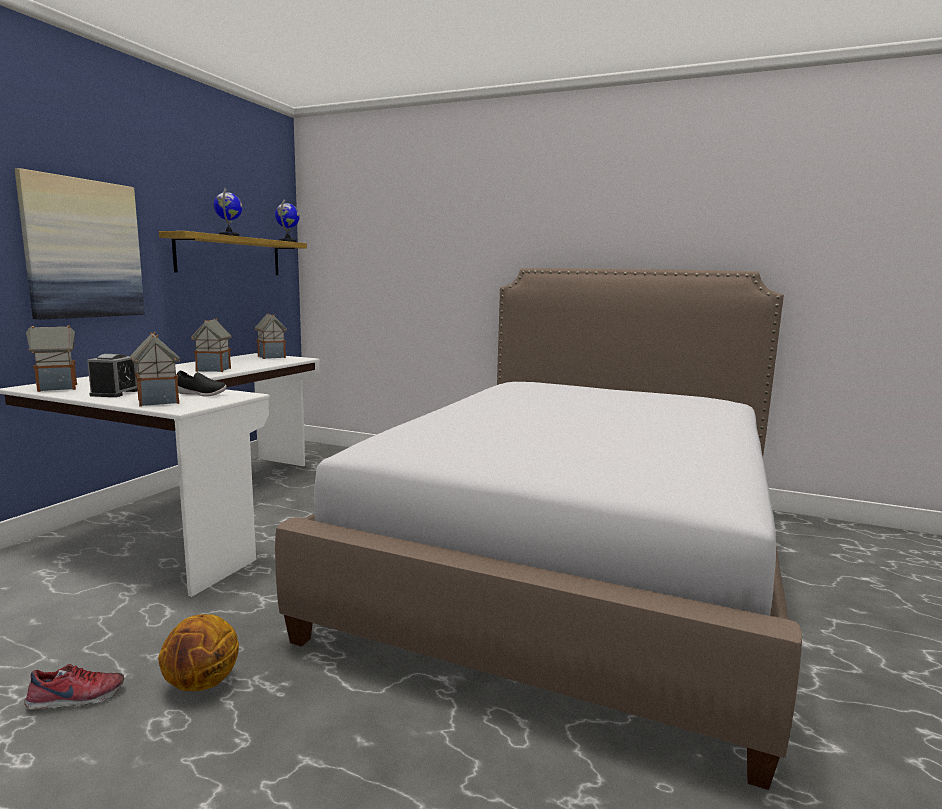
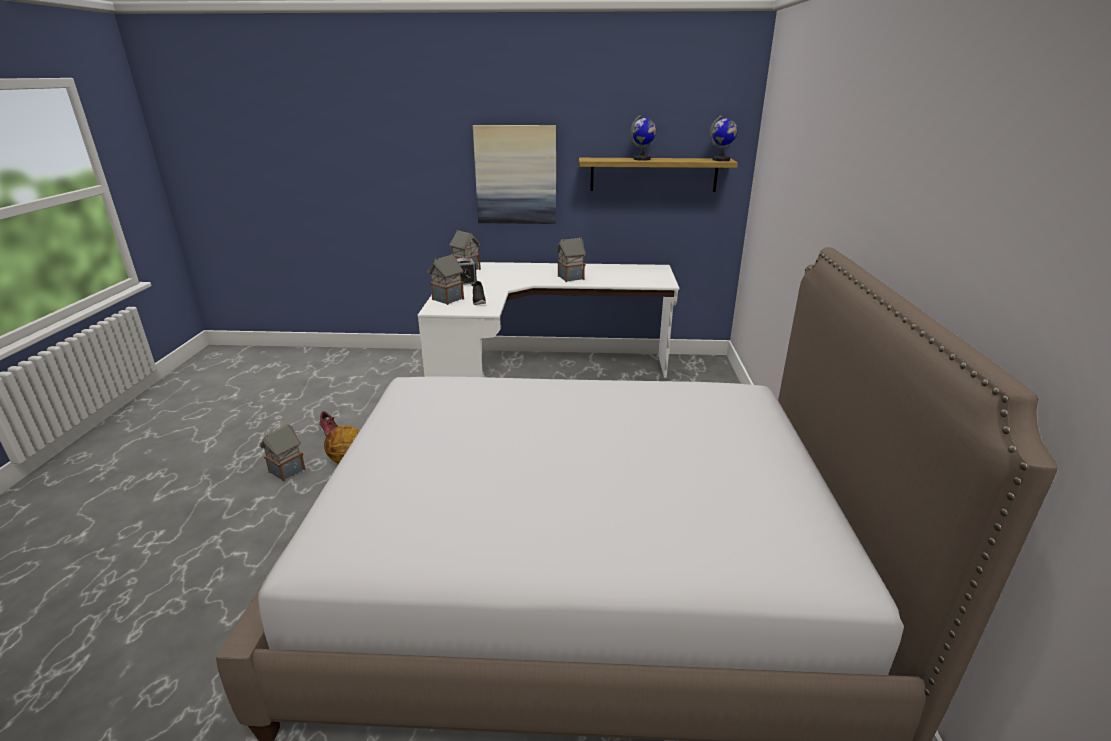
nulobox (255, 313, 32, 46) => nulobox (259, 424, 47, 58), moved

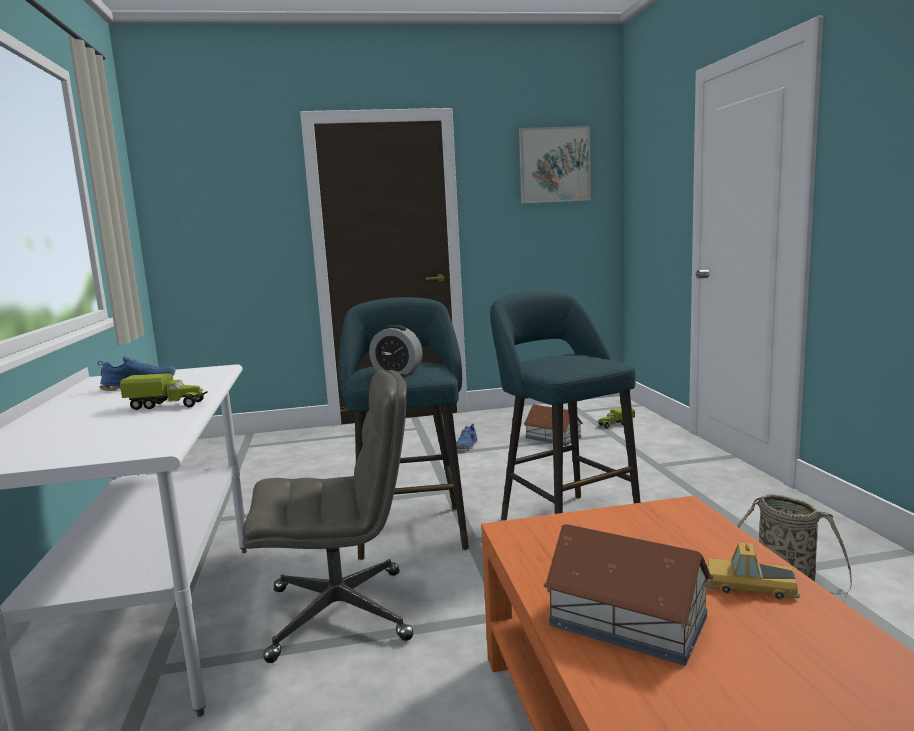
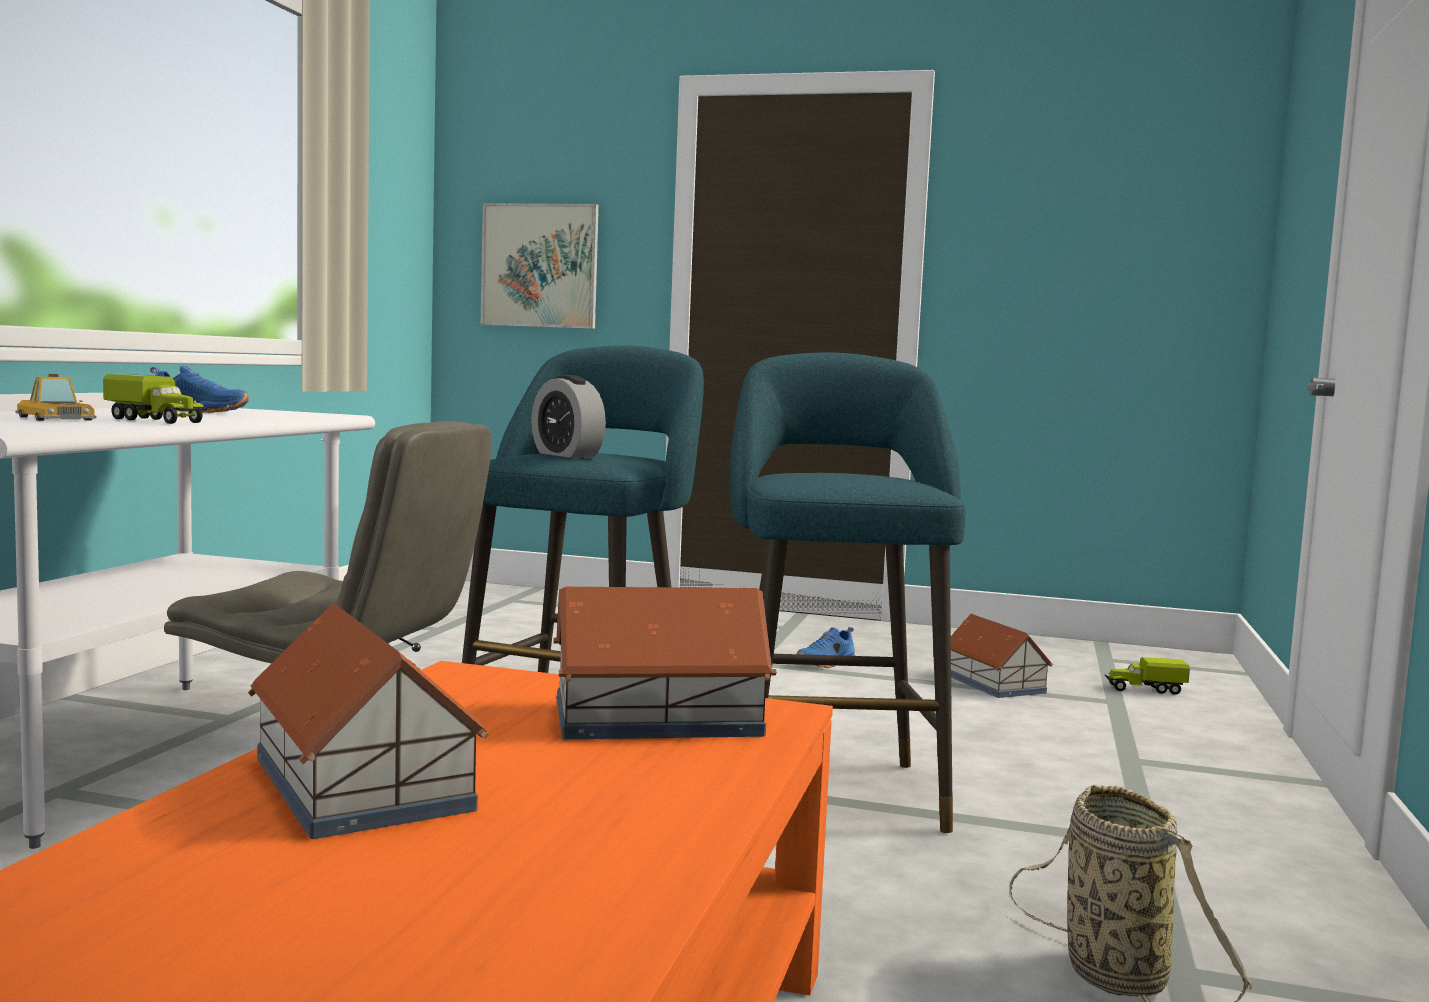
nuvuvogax (706, 543, 94, 56) => nuvuvogax (15, 373, 82, 48), moved
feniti (519, 126, 72, 78) => feniti (481, 203, 118, 126), moved
nothing => nulobox (554, 587, 223, 152)

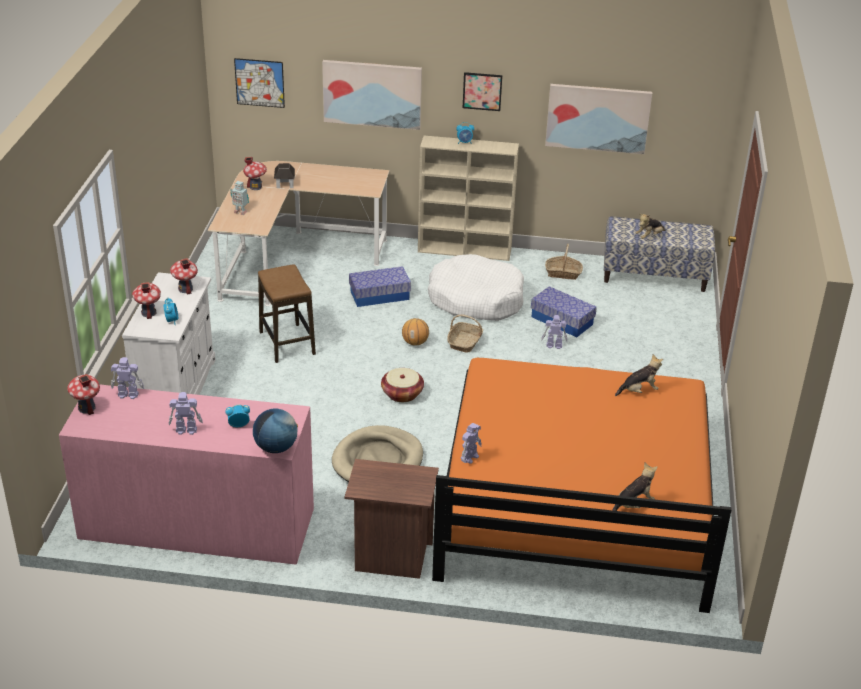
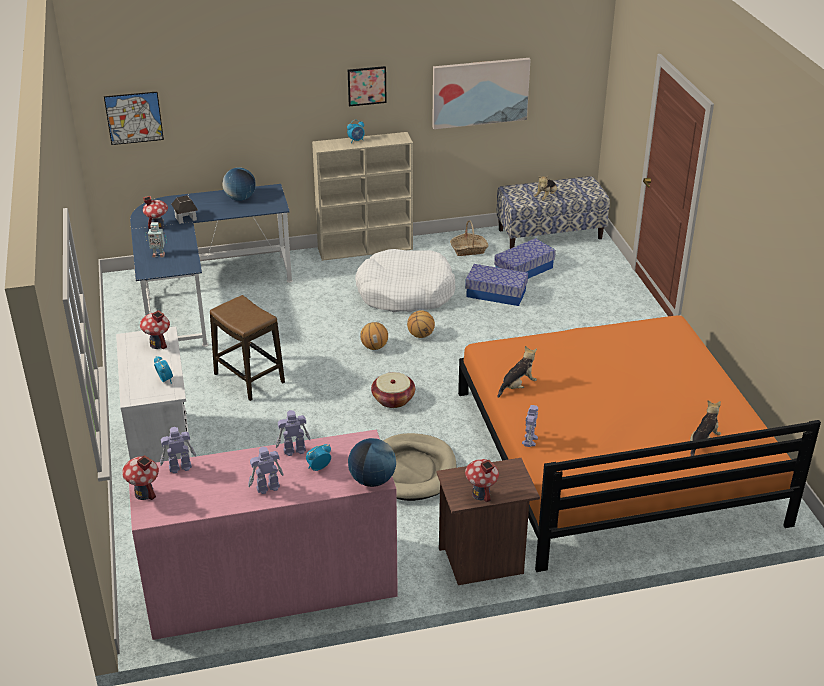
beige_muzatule (208, 161, 182, 145) => blue_muzatule (130, 184, 163, 163)
nothing => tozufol (223, 167, 33, 34)
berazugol (541, 315, 26, 34) => berazugol (276, 410, 35, 46), moved
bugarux (447, 314, 36, 39) => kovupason (407, 310, 28, 28)
nulobox (132, 282, 29, 37) => nulobox (465, 459, 34, 44), moved
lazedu (349, 266, 62, 41) => lazedu (494, 238, 62, 41), moved
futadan (615, 354, 48, 42) => futadan (498, 346, 39, 52), moved
feniti (322, 60, 100, 70) => nothing

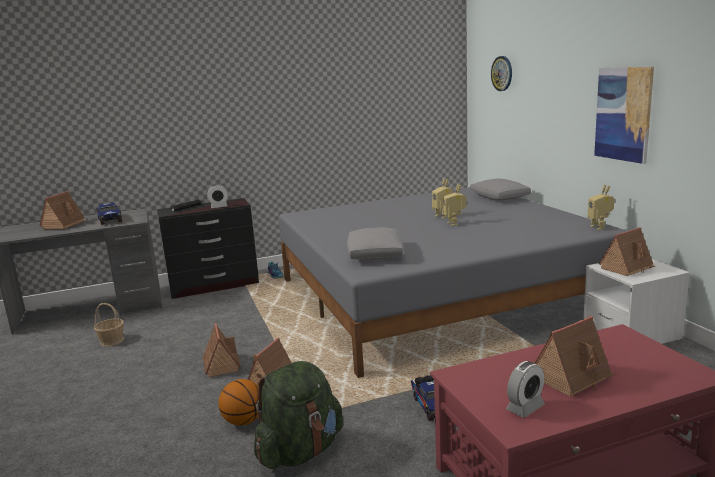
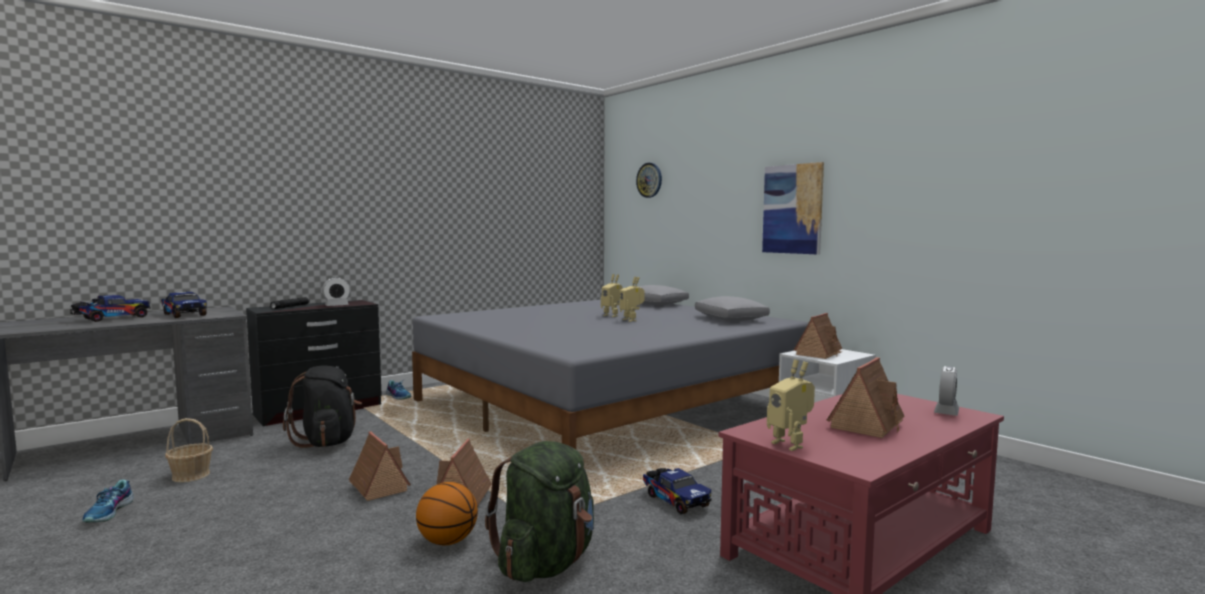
nulobox (40, 191, 48, 38) => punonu (70, 295, 81, 27)
nothing => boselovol (82, 479, 52, 43)
nothing => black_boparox (283, 365, 79, 83)
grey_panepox (347, 227, 56, 33) => grey_panepox (695, 296, 75, 25), moved
berazugol (587, 185, 27, 45) => berazugol (767, 359, 48, 92), moved
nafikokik (506, 361, 39, 57) => nafikokik (934, 366, 25, 50), moved

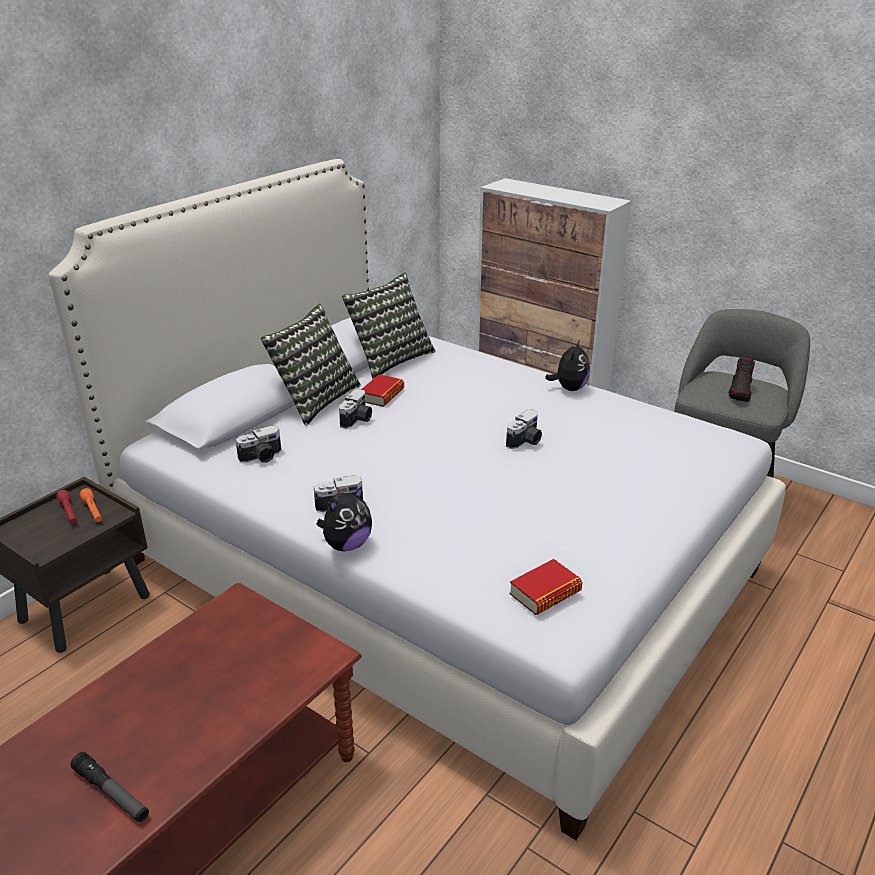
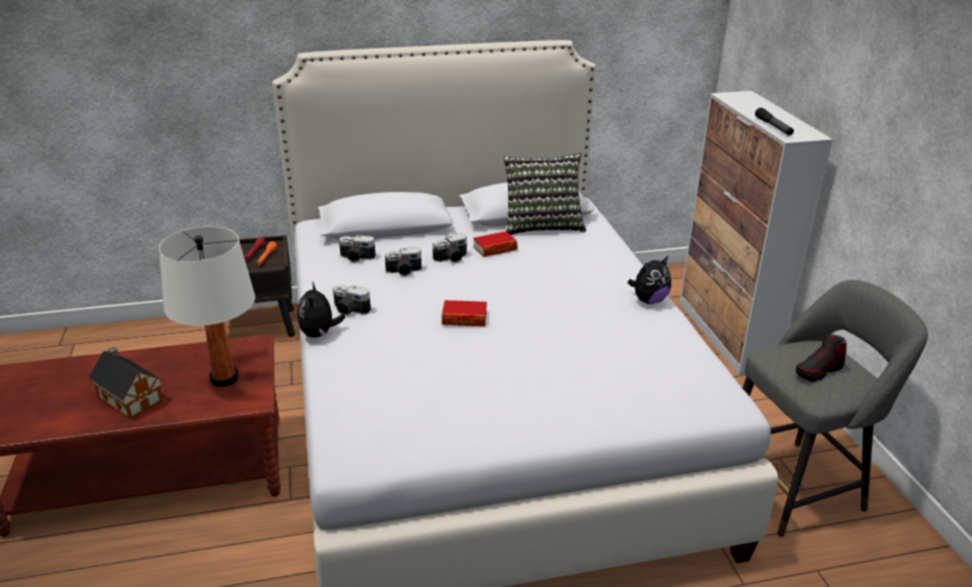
nothing => nulobox (88, 347, 75, 72)
nothing => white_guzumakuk (159, 227, 96, 160)
futadan (316, 486, 56, 65) => futadan (297, 281, 48, 57), 90 degrees clockwise
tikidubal (506, 409, 36, 40) => tikidubal (385, 247, 37, 29), moved
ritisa (509, 559, 73, 56) => ritisa (442, 300, 45, 26), moved
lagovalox (70, 752, 79, 70) => lagovalox (755, 108, 39, 28), moved
panepox (261, 304, 100, 122) => nothing

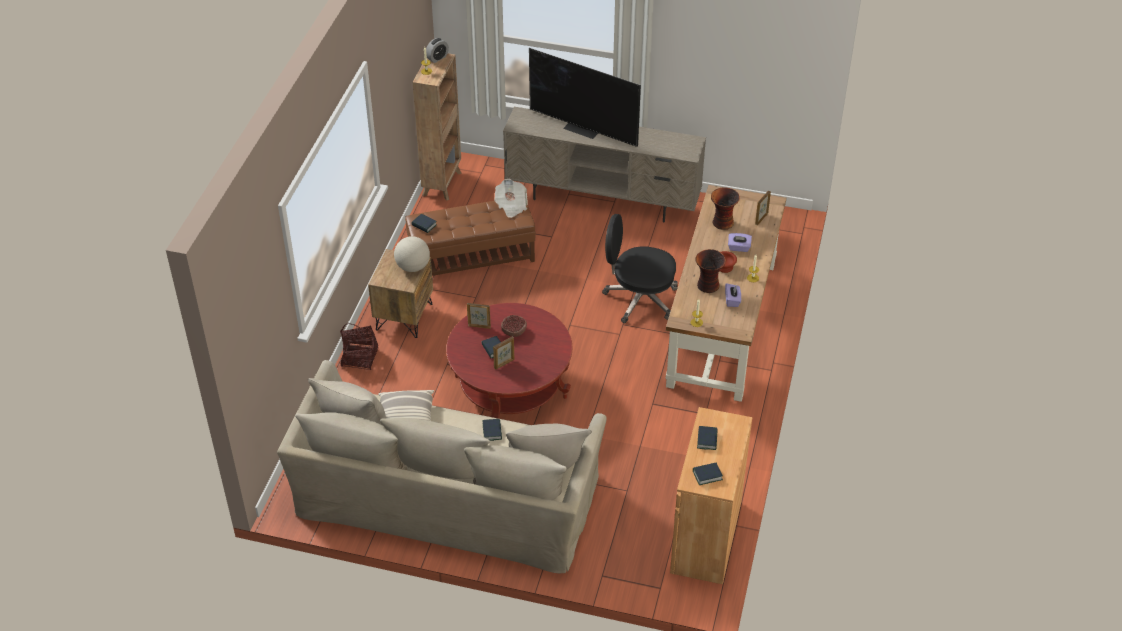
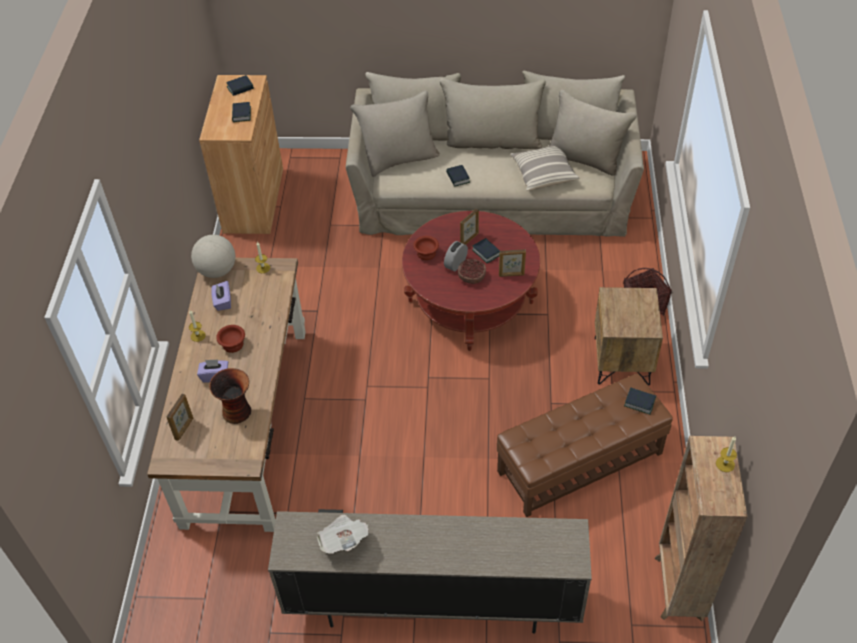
tozufol (394, 236, 36, 36) => tozufol (191, 235, 44, 43), moved
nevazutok (494, 179, 34, 39) => nevazutok (317, 515, 51, 39), moved
nothing => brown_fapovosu (413, 236, 26, 24)
nafikokik (426, 38, 23, 25) => nafikokik (444, 241, 24, 31), moved
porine (529, 48, 112, 99) => nothing
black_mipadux (602, 214, 76, 109) => nothing
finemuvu (695, 249, 31, 44) => nothing

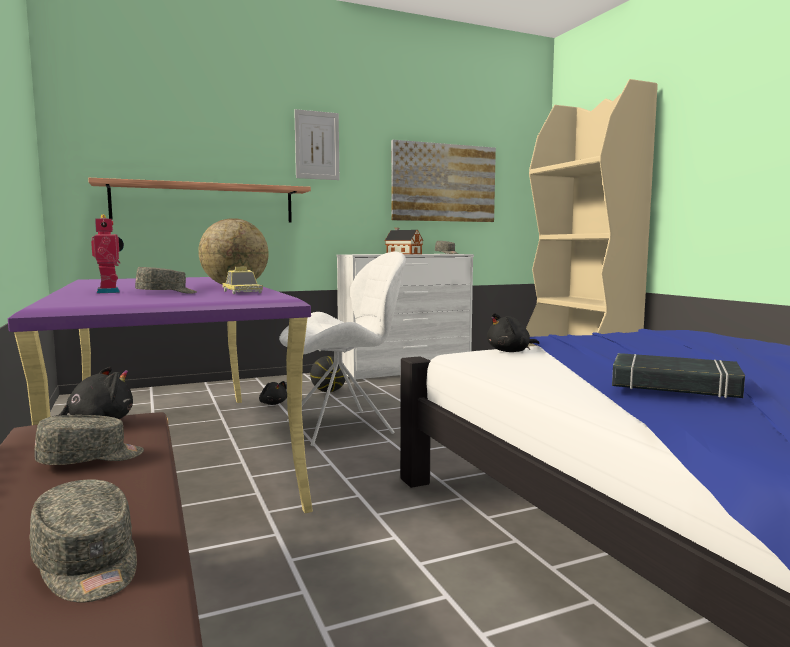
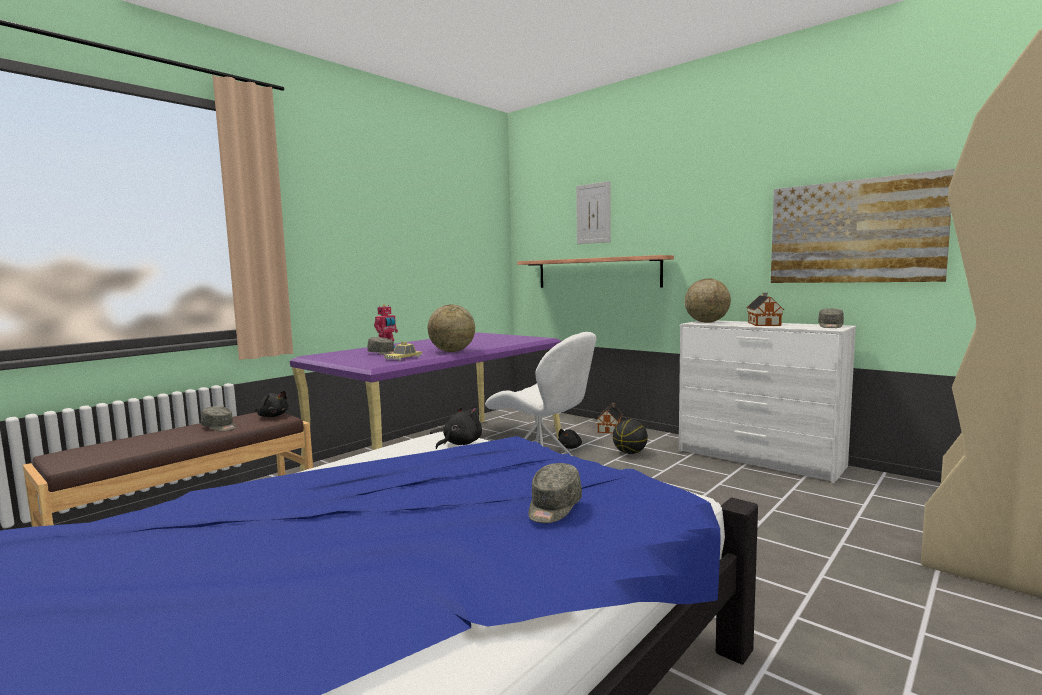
black_futadan (487, 313, 53, 39) => black_futadan (436, 406, 46, 43), 90 degrees clockwise
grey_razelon (29, 479, 108, 124) => grey_razelon (528, 463, 54, 60), moved
feniti (294, 109, 45, 71) => feniti (576, 181, 35, 63), moved
nothing => nulobox (597, 403, 25, 31)
nothing => tozufol (685, 279, 46, 44)
black_ritisa (612, 353, 133, 45) => nothing

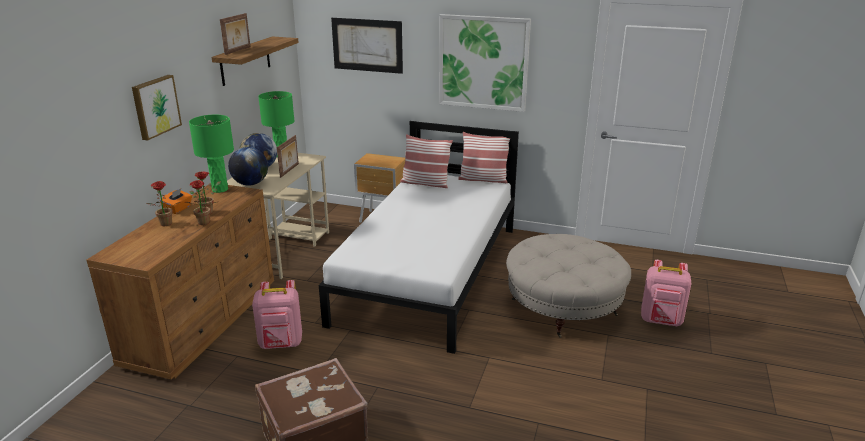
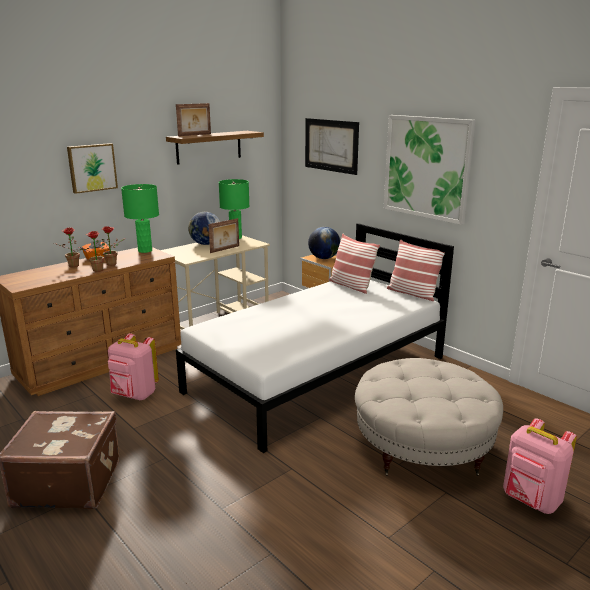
tozufol (228, 147, 40, 39) => tozufol (308, 227, 32, 32), moved

